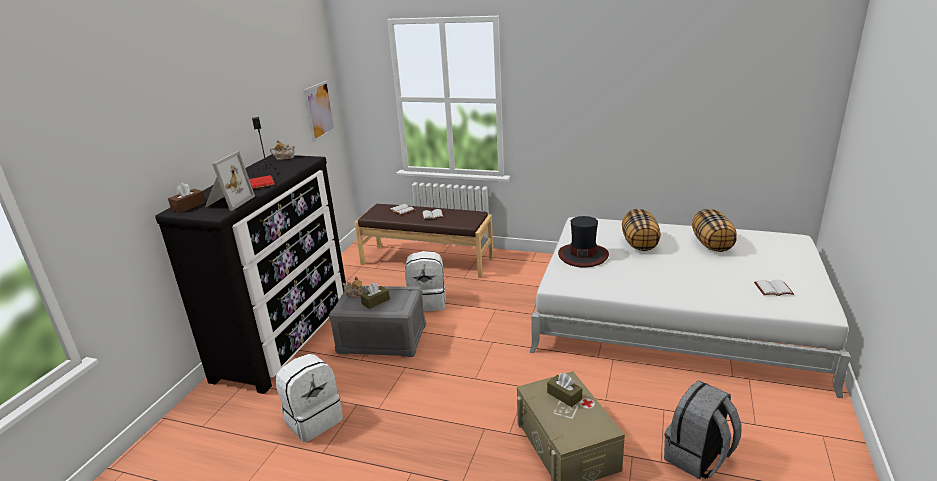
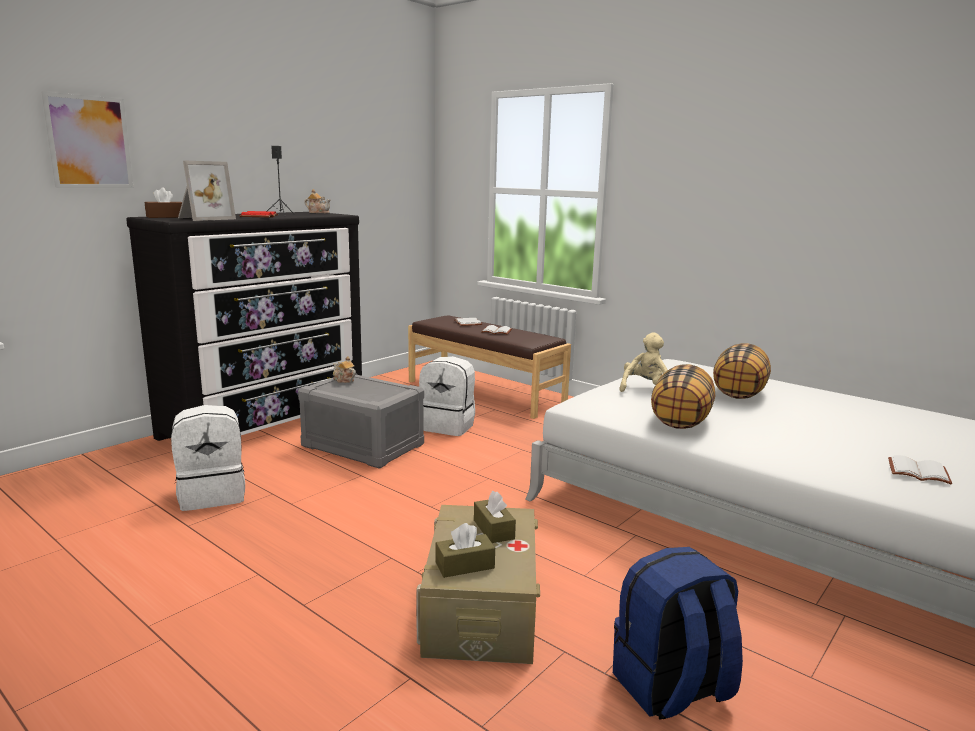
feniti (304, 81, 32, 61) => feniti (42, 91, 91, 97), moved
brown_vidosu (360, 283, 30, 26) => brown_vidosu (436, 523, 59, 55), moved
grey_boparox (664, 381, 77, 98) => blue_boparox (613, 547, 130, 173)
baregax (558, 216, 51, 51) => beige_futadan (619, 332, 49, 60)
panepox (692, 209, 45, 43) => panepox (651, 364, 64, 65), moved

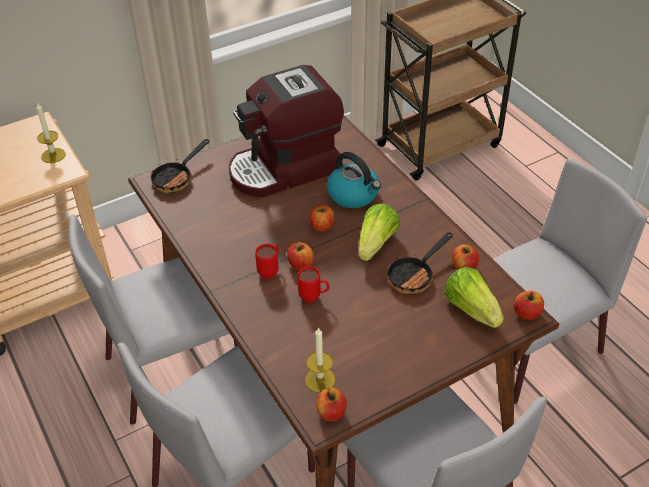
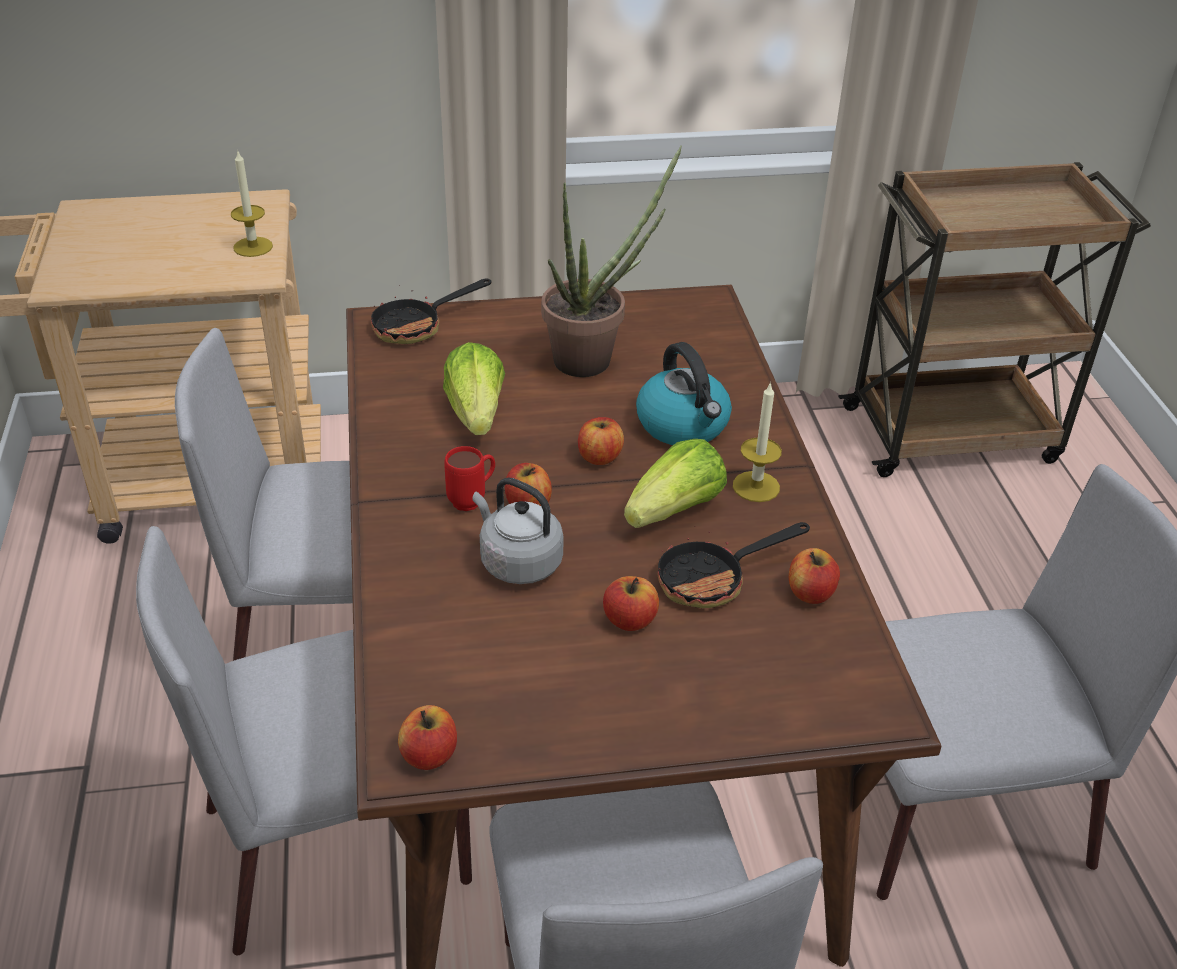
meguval (444, 267, 60, 61) => meguval (443, 342, 62, 93), moved
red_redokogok (298, 267, 32, 36) => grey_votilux (473, 477, 91, 107)
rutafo (229, 65, 115, 132) => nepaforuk (541, 145, 141, 232)
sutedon (514, 291, 30, 29) => sutedon (603, 576, 56, 55), moved
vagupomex (305, 327, 30, 66) => vagupomex (733, 382, 49, 120), moved

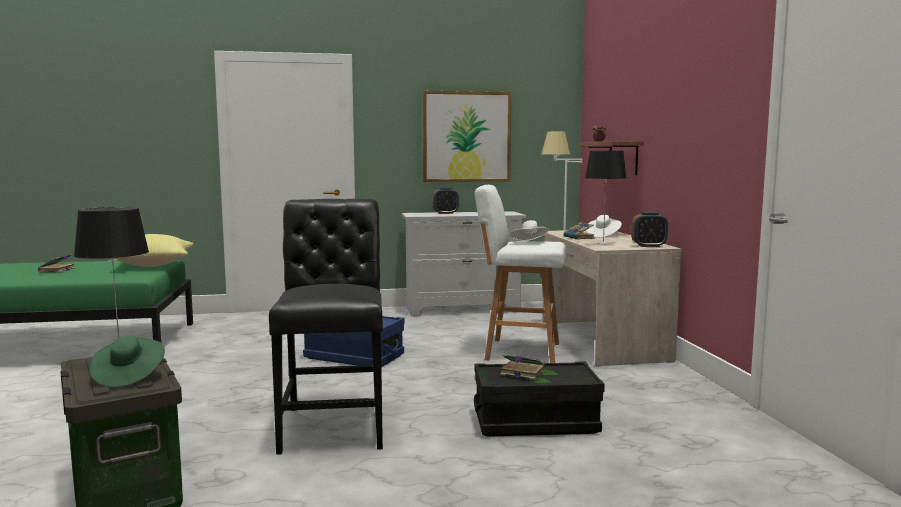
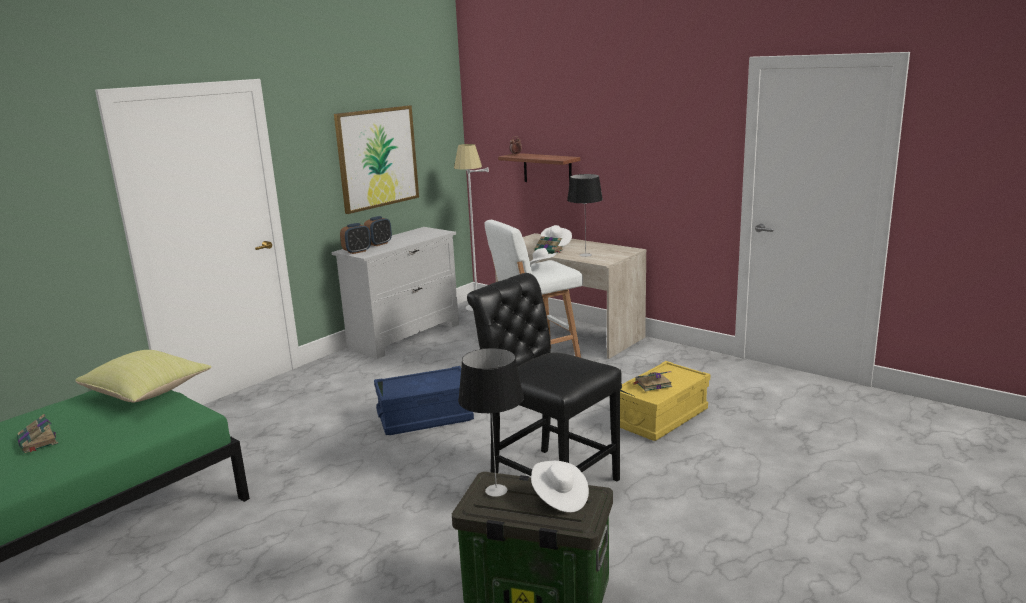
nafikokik (631, 212, 37, 35) => nafikokik (340, 223, 31, 31), moved
green_baregax (90, 335, 75, 52) => white_baregax (531, 461, 58, 52)
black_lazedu (474, 361, 130, 76) => yellow_lazedu (620, 361, 90, 80)

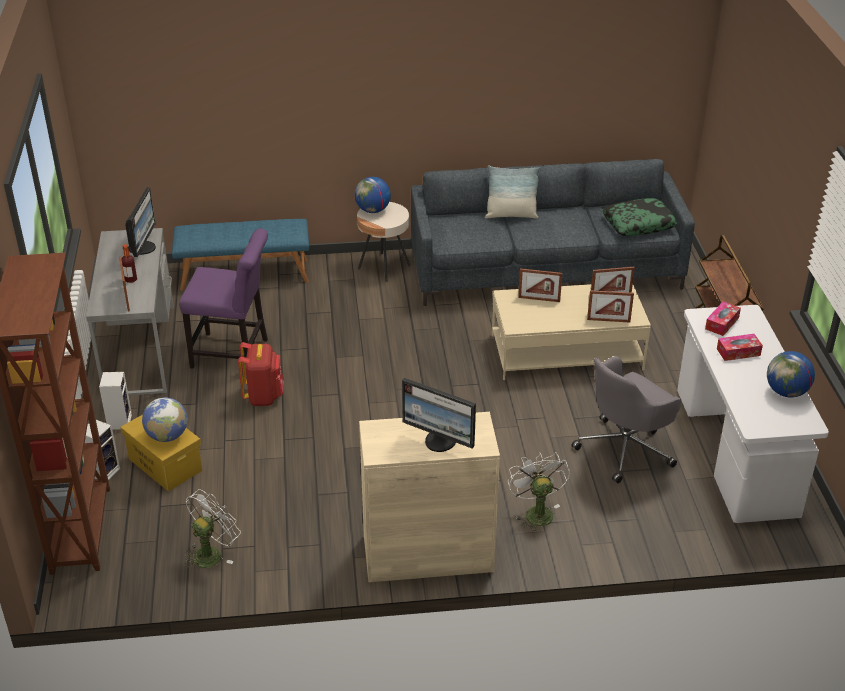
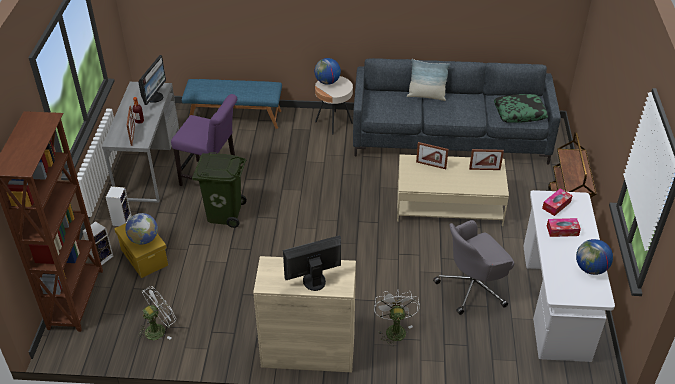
red_boparox (238, 342, 46, 64) => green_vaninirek (192, 153, 55, 75)
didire (402, 378, 74, 74) => didire (283, 235, 58, 56), 120 degrees clockwise
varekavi (587, 290, 47, 32) => nothing

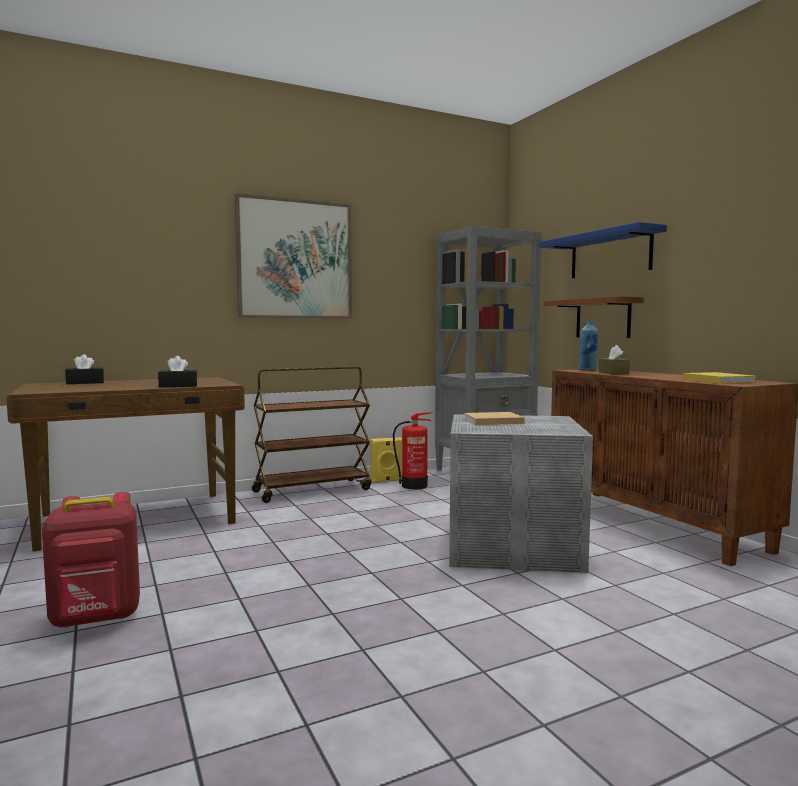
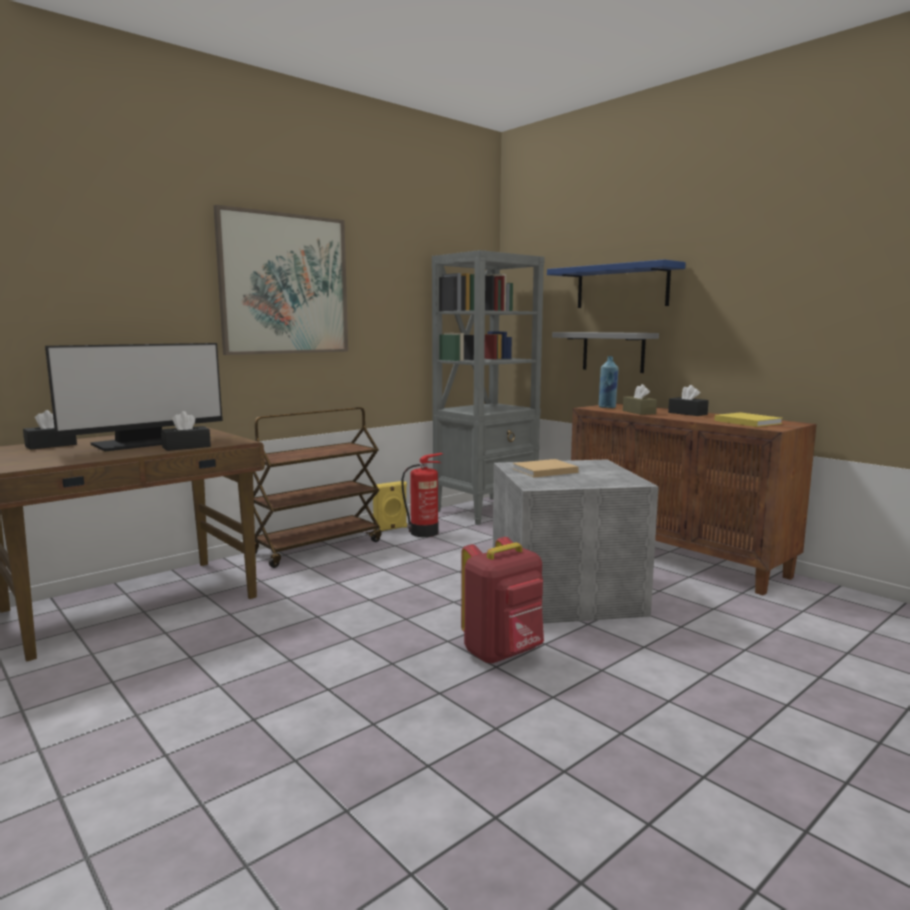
nothing => didire (45, 343, 178, 109)
red_boparox (42, 492, 98, 136) => red_boparox (461, 537, 83, 127), moved
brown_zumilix (543, 296, 101, 42) => grey_zumilix (552, 332, 107, 41)
nothing => black_vidosu (668, 385, 41, 31)

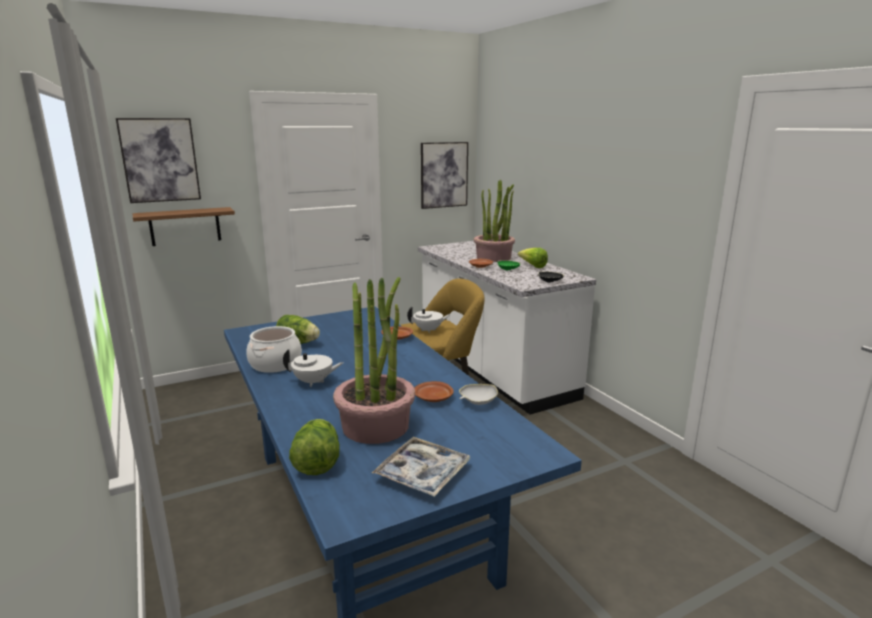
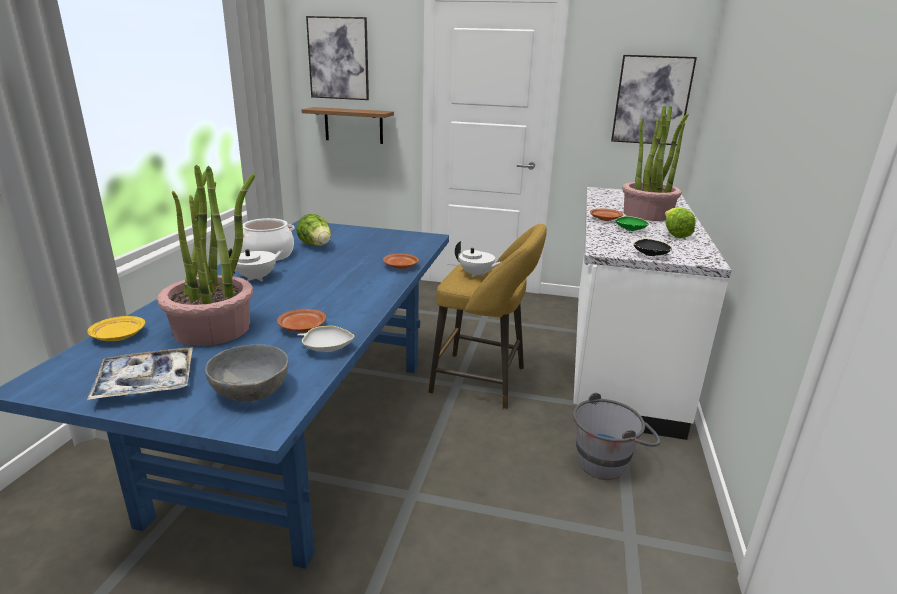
meguval (289, 419, 50, 56) => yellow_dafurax (88, 316, 57, 25)
nothing => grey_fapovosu (205, 344, 83, 58)
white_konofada (283, 349, 60, 38) => white_konofada (228, 248, 55, 33), 90 degrees counterclockwise
nothing => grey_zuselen (573, 392, 87, 88)

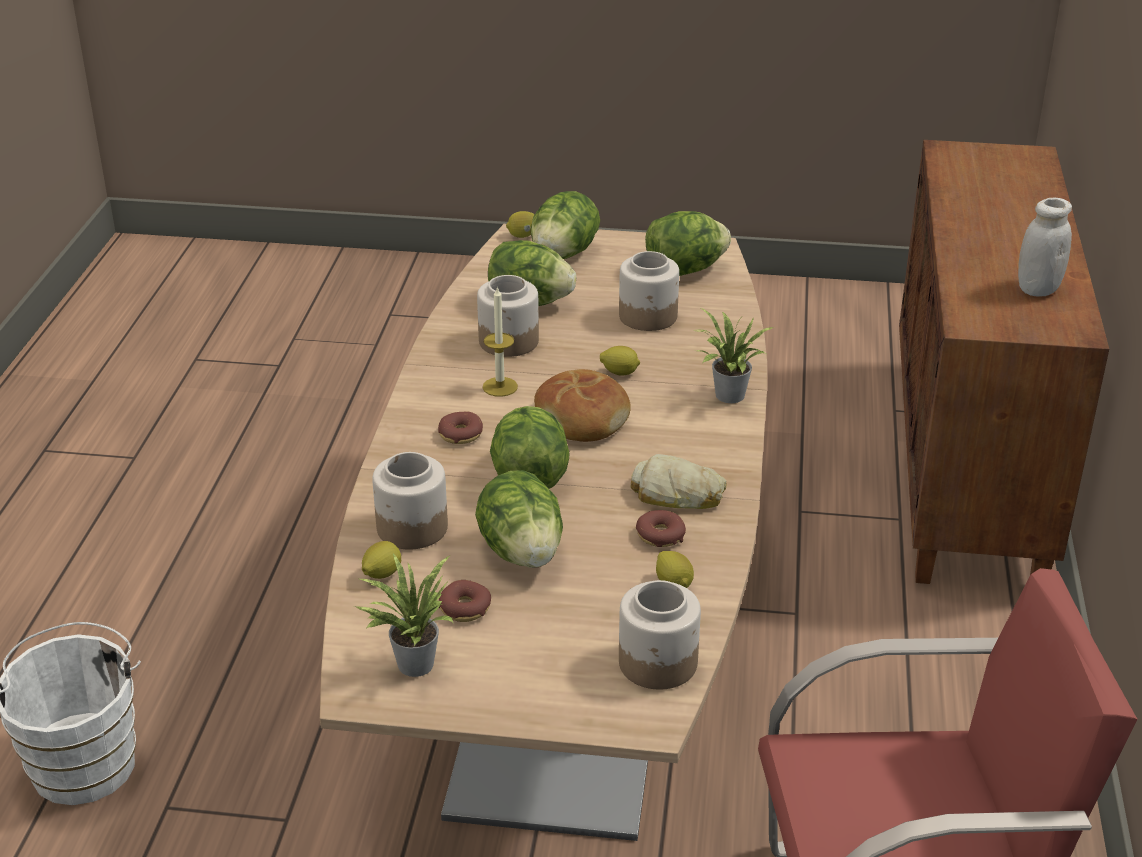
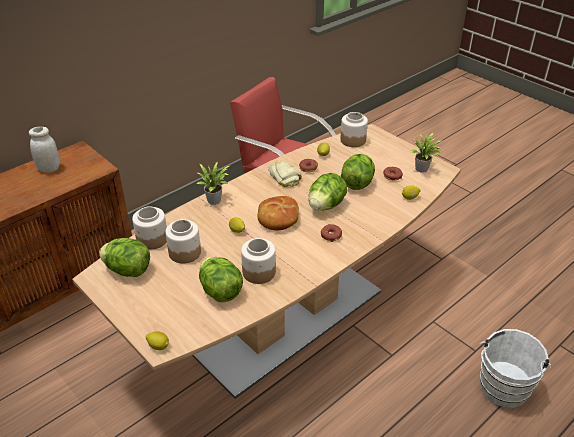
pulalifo (372, 452, 76, 97) => pulalifo (132, 206, 35, 44), moved
vagupomex (483, 286, 35, 111) => nothing
meguval (531, 191, 69, 68) => nothing

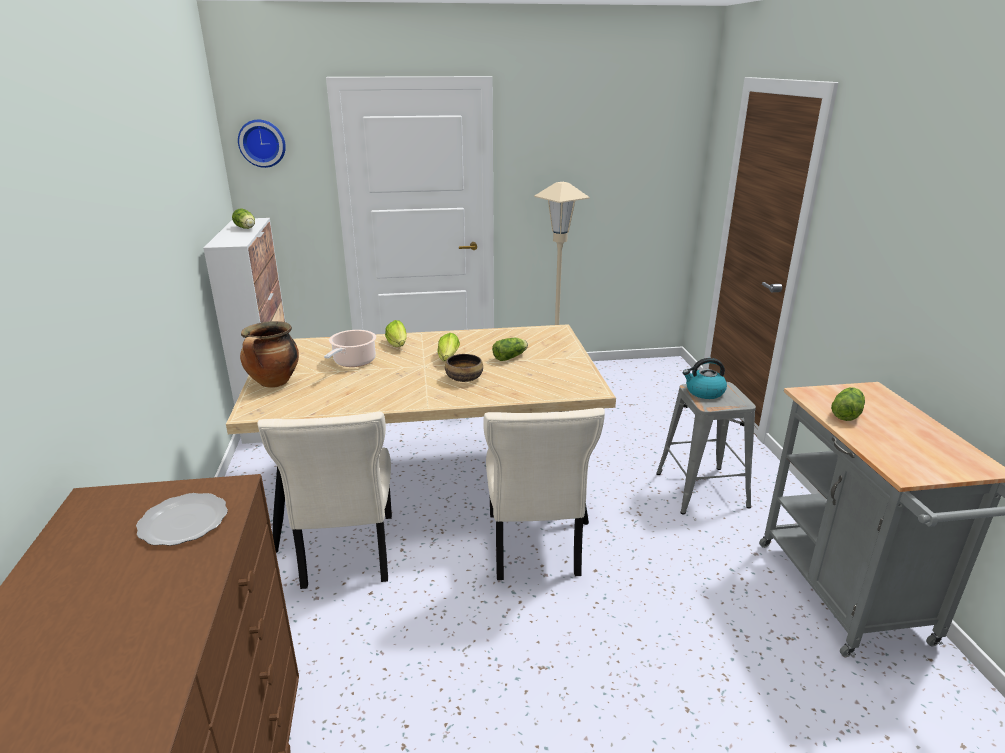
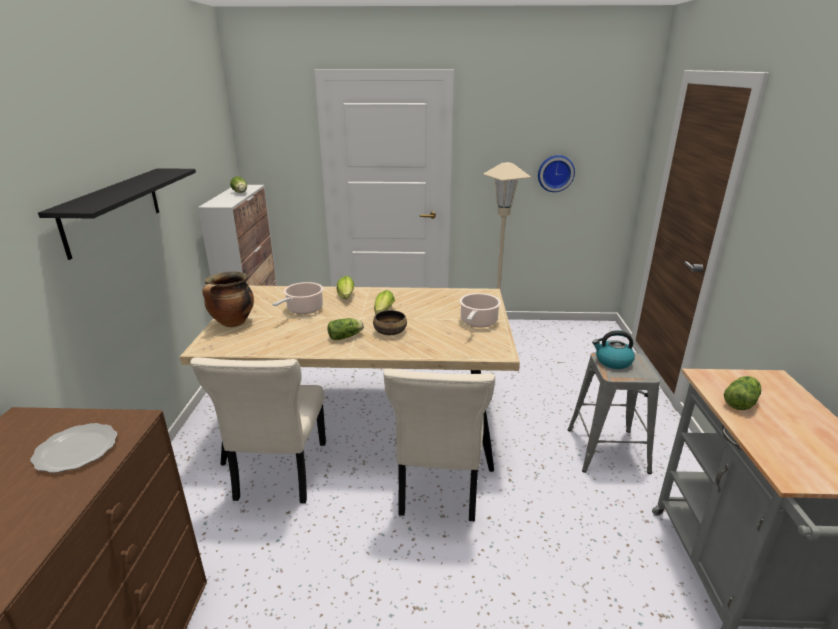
nothing => black_zumilix (38, 168, 158, 92)
meguval (492, 338, 36, 23) => meguval (328, 318, 36, 22), moved
nothing => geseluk (459, 293, 42, 35)
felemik (238, 120, 48, 48) => felemik (538, 155, 37, 37), moved

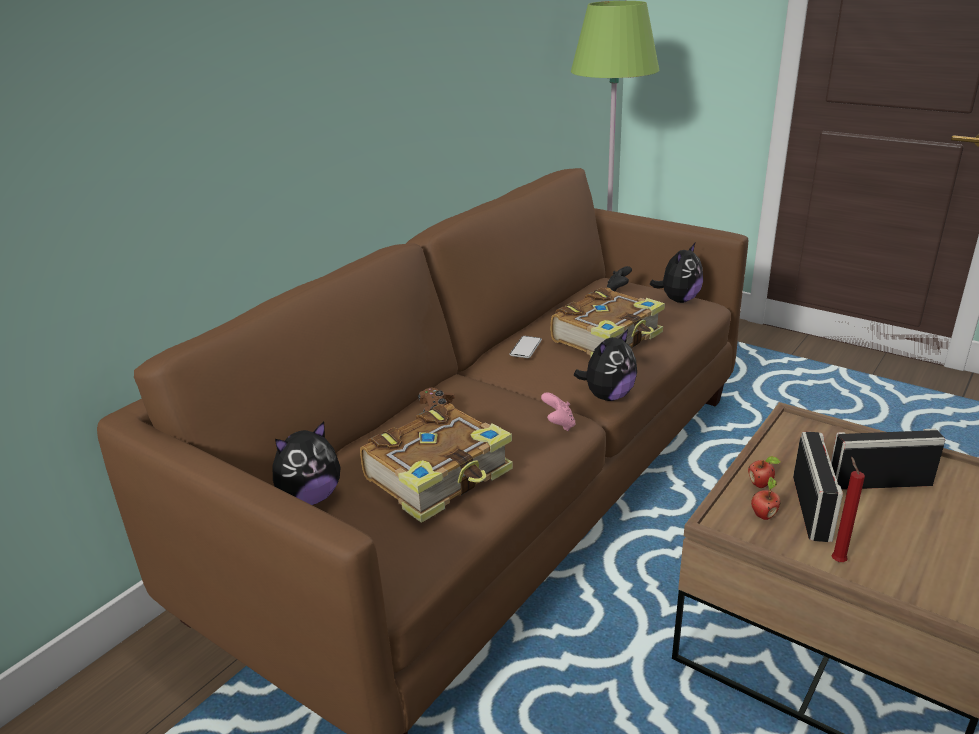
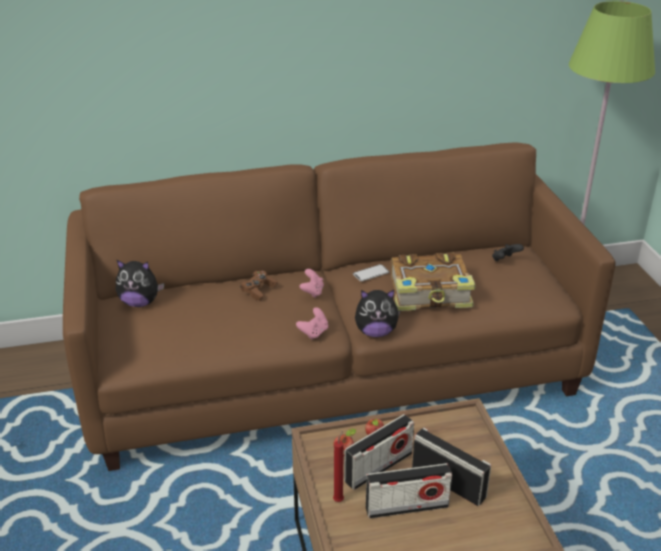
nothing => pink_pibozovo (299, 269, 25, 29)
nothing => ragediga (366, 463, 86, 55)
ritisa (360, 403, 153, 120) => nothing
futadan (650, 243, 53, 60) => nothing

